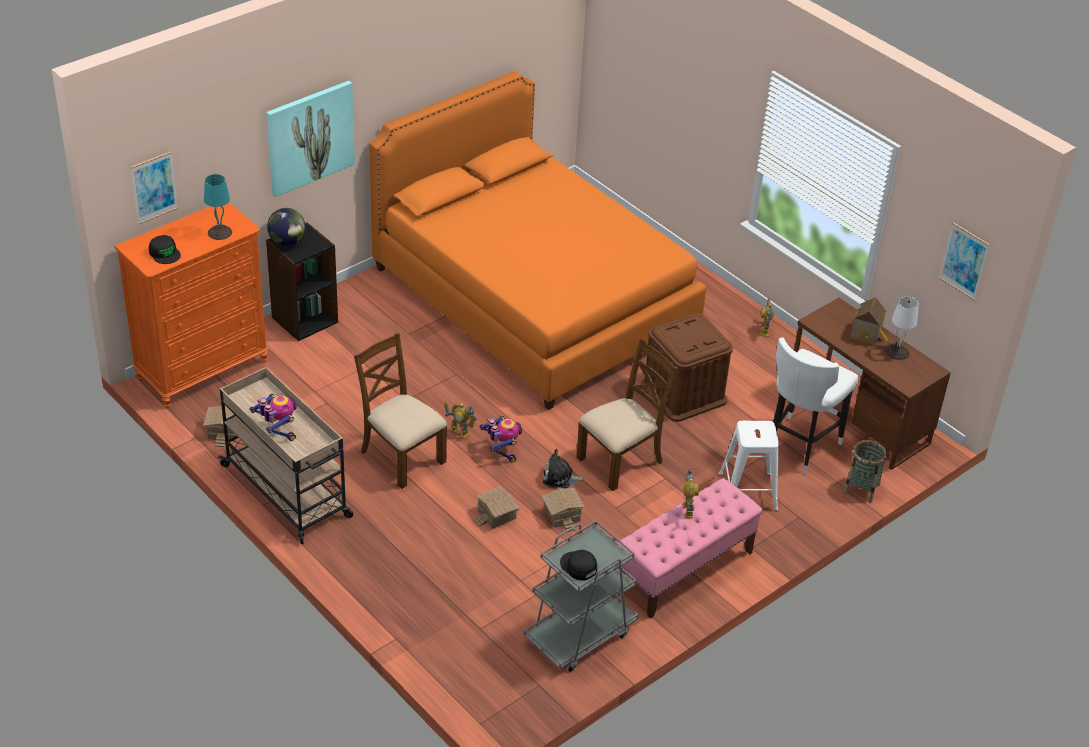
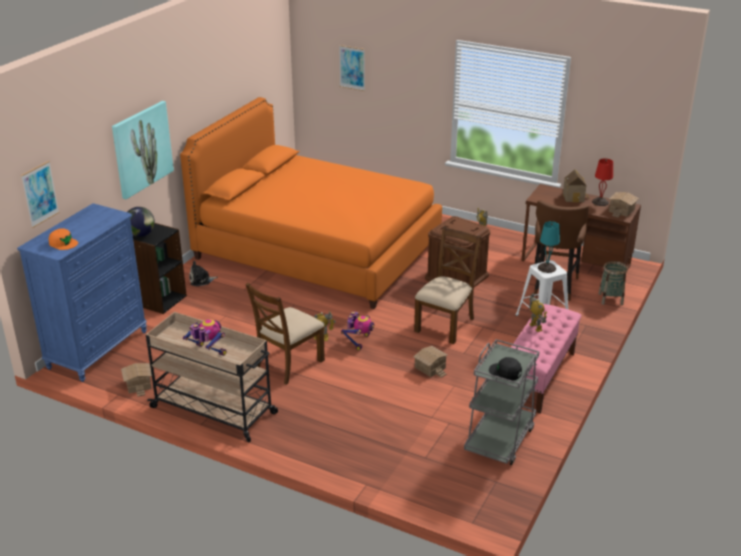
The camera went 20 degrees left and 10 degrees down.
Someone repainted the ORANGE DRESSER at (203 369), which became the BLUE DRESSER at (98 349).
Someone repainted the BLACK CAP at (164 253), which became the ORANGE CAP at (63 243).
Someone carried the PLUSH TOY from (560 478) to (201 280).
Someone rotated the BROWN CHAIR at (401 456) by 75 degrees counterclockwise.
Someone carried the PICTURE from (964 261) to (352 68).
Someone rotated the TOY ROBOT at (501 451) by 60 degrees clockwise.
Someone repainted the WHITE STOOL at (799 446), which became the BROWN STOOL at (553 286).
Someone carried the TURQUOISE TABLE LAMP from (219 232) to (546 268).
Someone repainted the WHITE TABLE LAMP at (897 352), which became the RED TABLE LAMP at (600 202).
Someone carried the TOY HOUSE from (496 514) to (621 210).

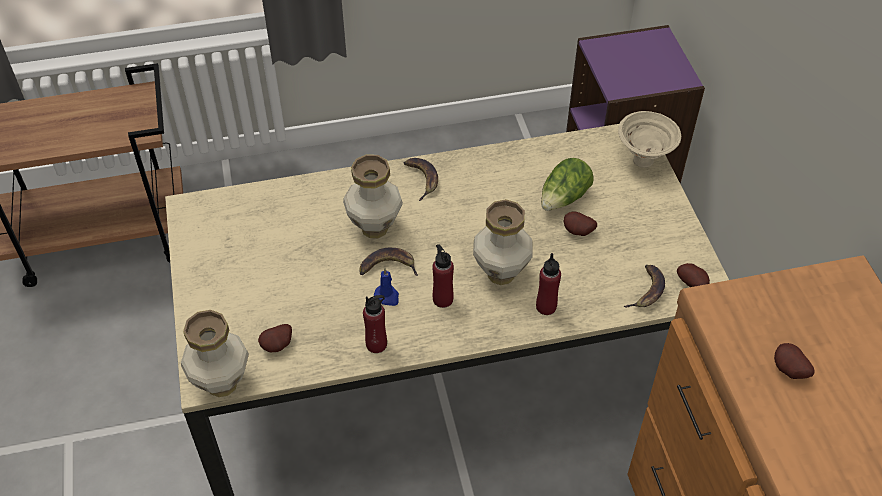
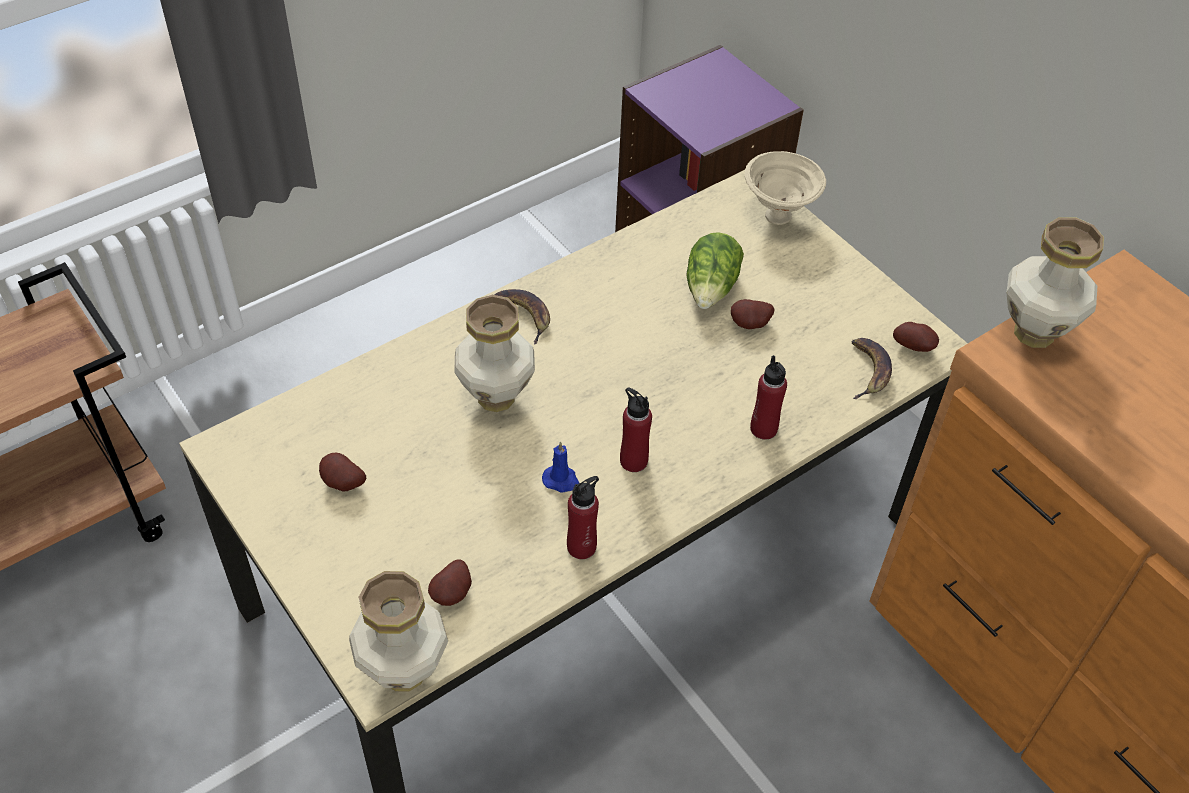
The camera went 25 degrees left and 0 degrees up.
Someone carried the POTATO from (788 371) to (342 484).
Someone carried the VASE from (502 273) to (1035 332).
Someone took away the BANANA at (388 266).

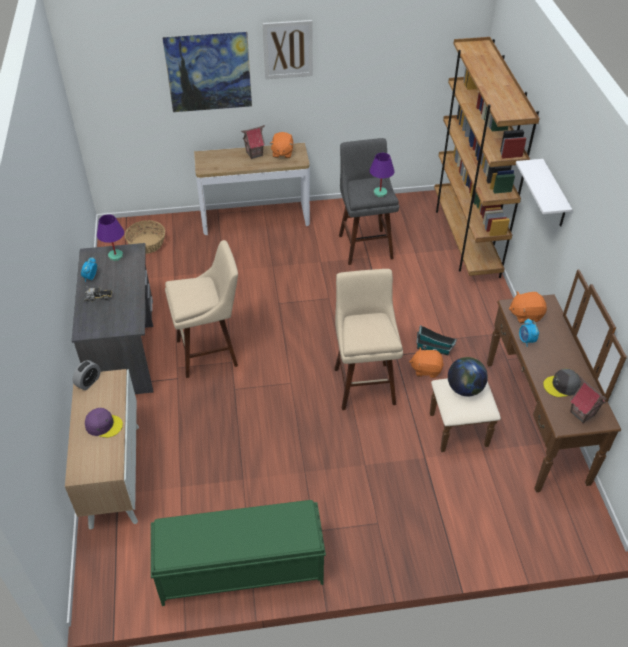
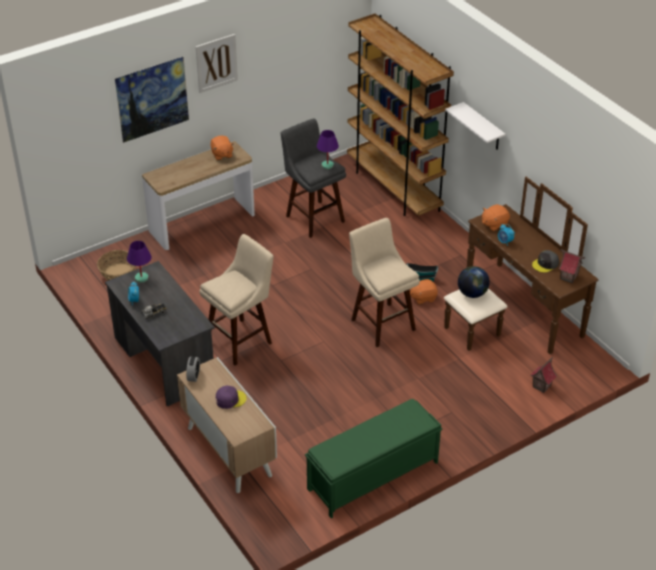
The camera went 25 degrees left and 5 degrees down.
Someone carried the TOY HOUSE from (254 154) to (541 386).

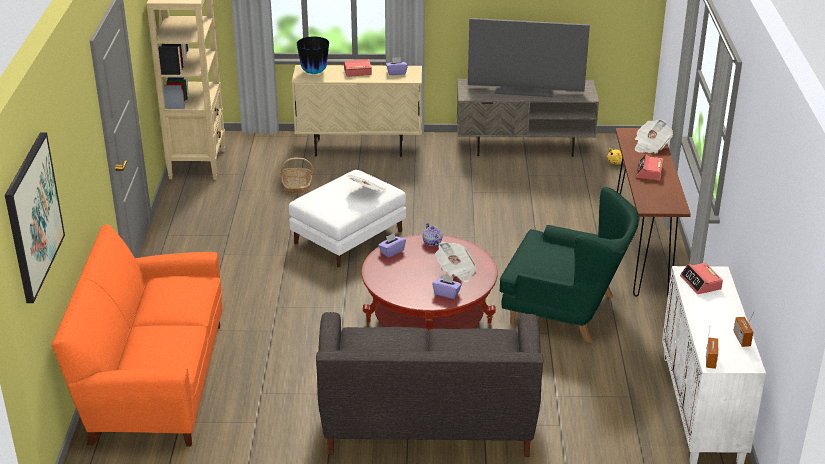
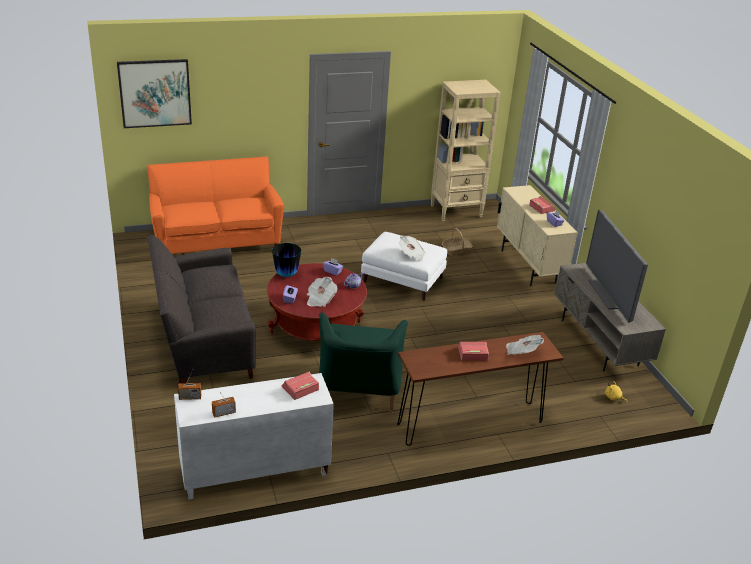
The camera went 70 degrees right and 0 degrees up.
Someone carried the VASE from (314 72) to (286 274).

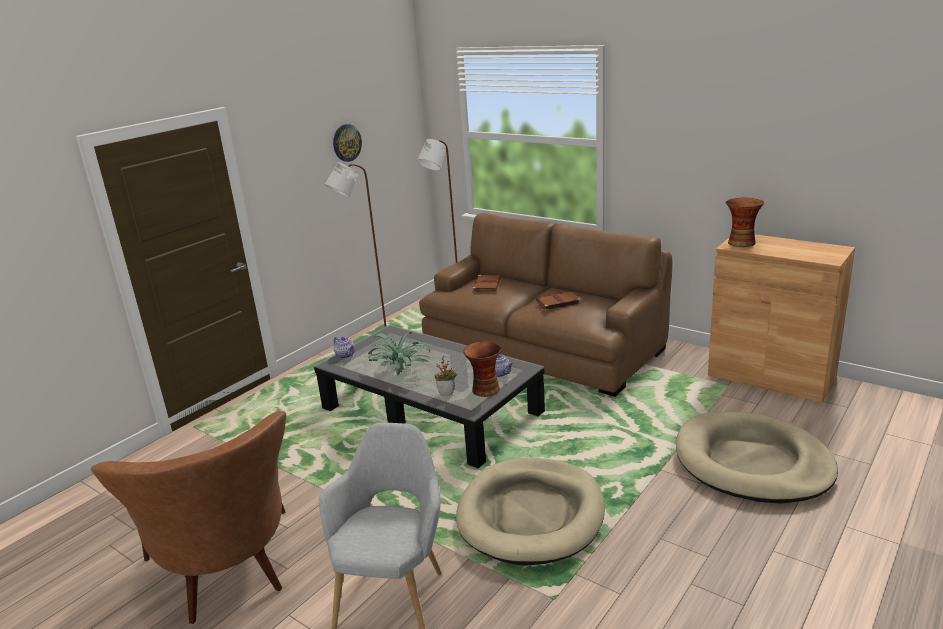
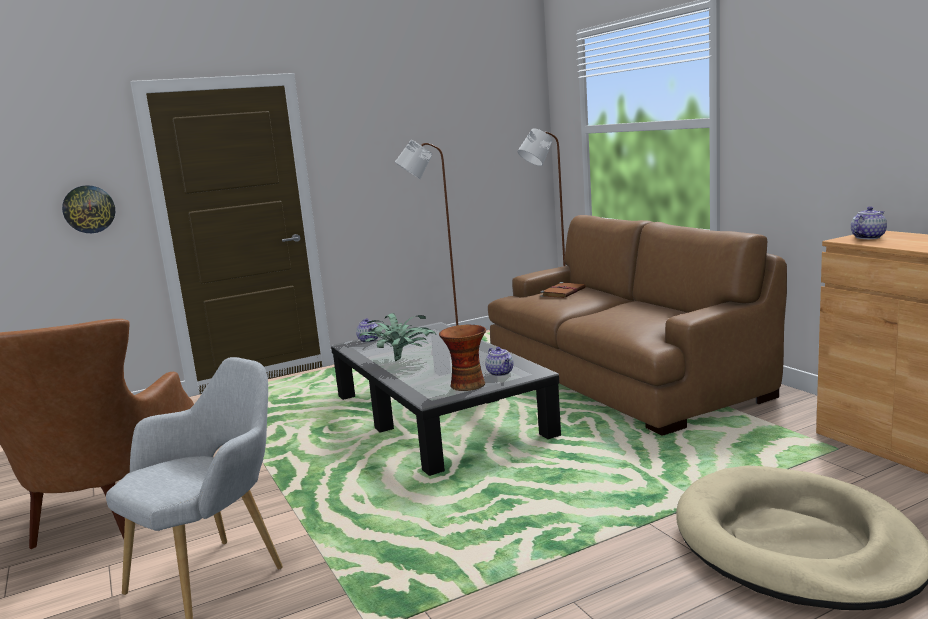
The camera went 25 degrees right and 10 degrees down.
Someone carried the WALL CLOCK from (346 143) to (89 209).
Someone swapped the VASE at (741 242) for the TEAPOT at (868 237).
Someone took away the POTTED PLANT at (447 393).
Someone took away the BEIGE DOG BED at (531 515).
Someone took away the BROWN BOOK at (557 302).

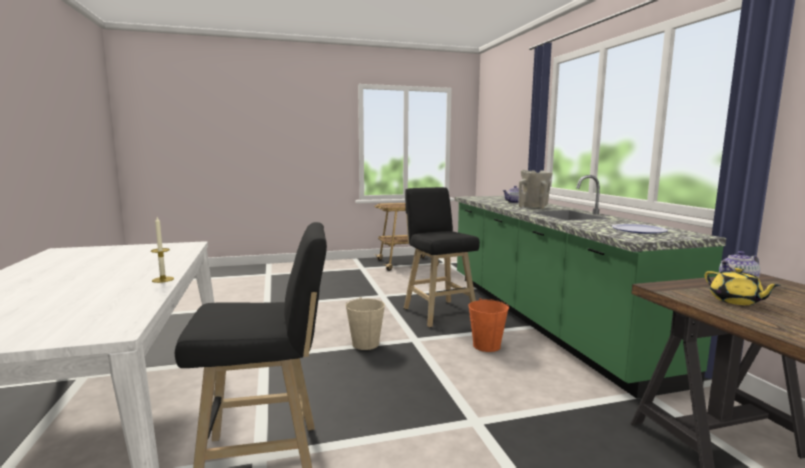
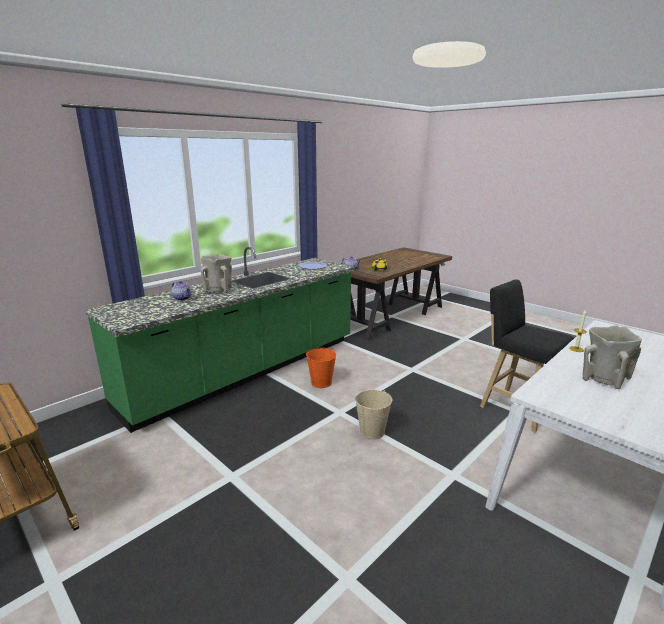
The camera went 120 degrees left and 10 degrees up.
Someone put down the BEIGE VASE at (603 380).
Someone took away the BLACK STOOL at (438 312).

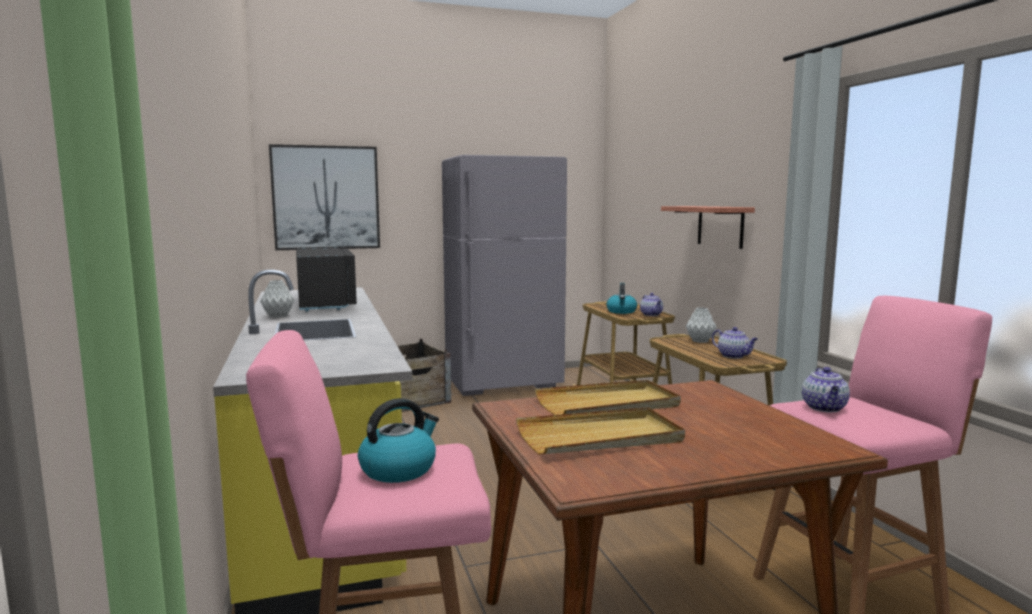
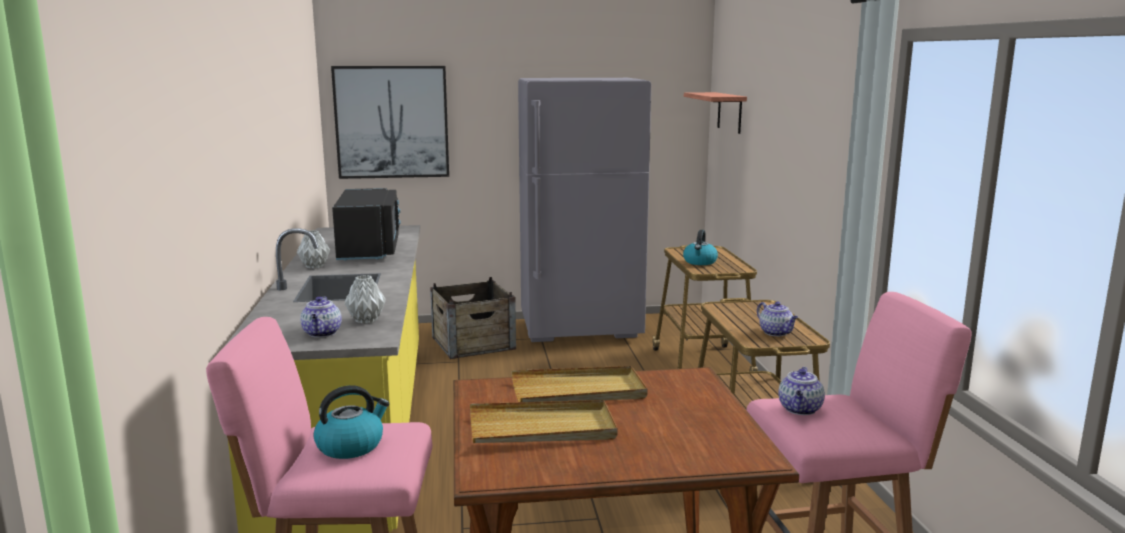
The camera went 10 degrees right and 5 degrees up.
Someone carried the TEAPOT from (651 315) to (322 333).
Someone carried the GREY VASE from (700 341) to (367 320).
Someone carried the SHELF from (720 226) to (729 112).

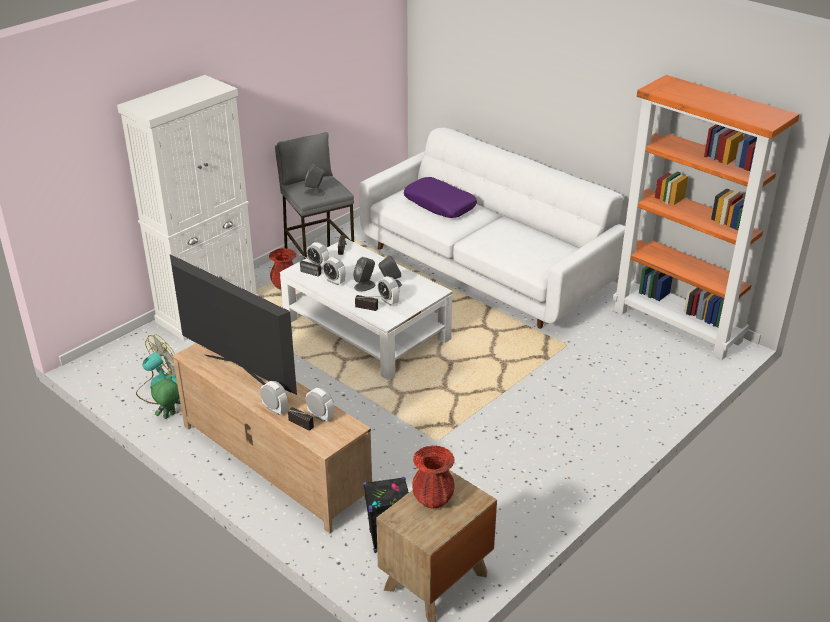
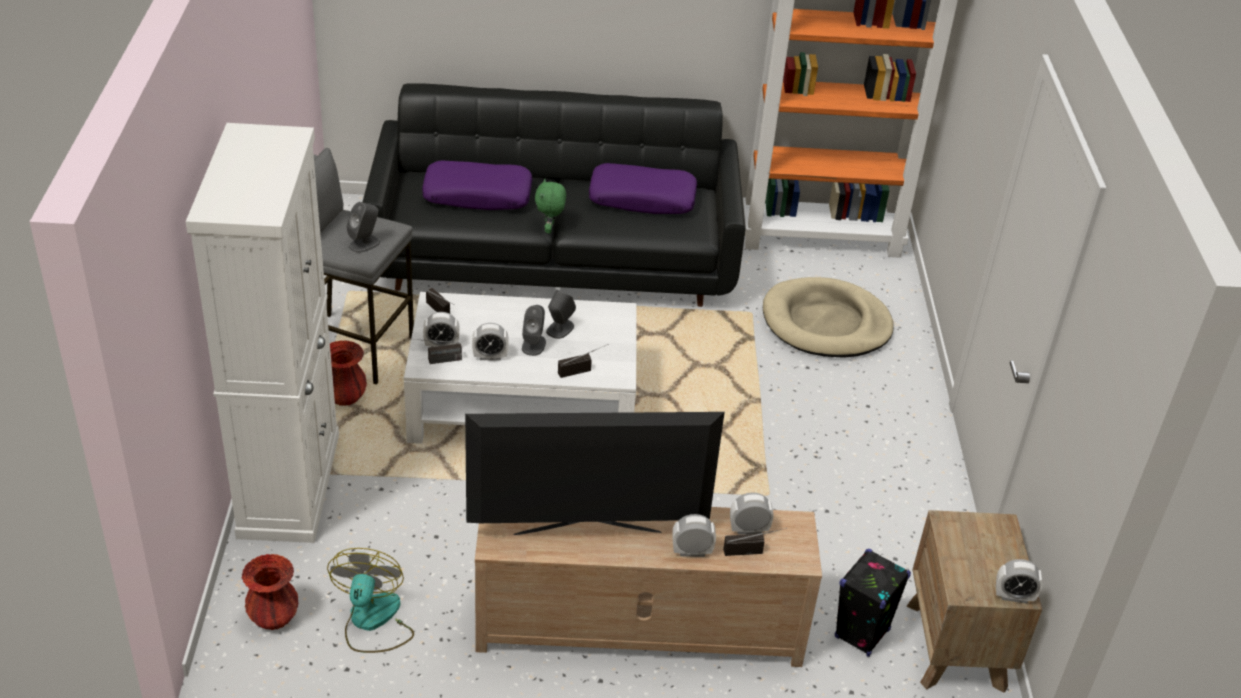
The camera went 45 degrees left and 5 degrees up.
Someone carried the RED VASE from (433 499) to (273 617).
Someone repainted the WHITE SOFA at (487 267), which became the BLACK SOFA at (554 255).
Someone carried the GREEN PLUSH TOY from (170 416) to (550 229).
Someone put down the PURPLE PILLOW at (642 199).
Someone put down the BEIGE DOG BED at (826 323).
Someone carried the ALARM CLOCK from (388 301) to (1014 596).

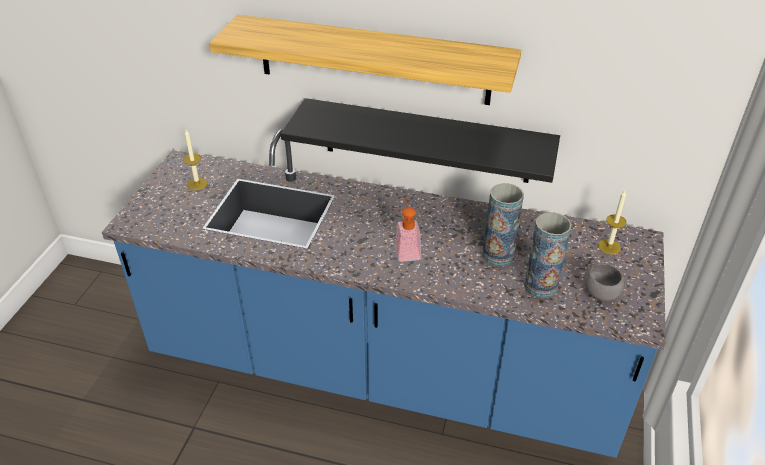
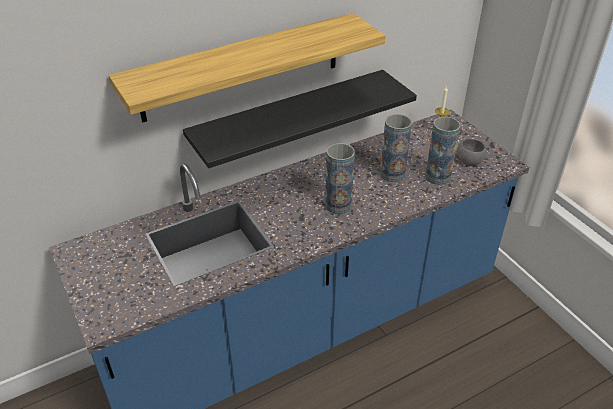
The camera went 45 degrees left and 0 degrees up.
Someone swapped the SOAP DISPENSER at (406 250) for the VASE at (338 205).
Someone took away the CANDLE at (197 184).

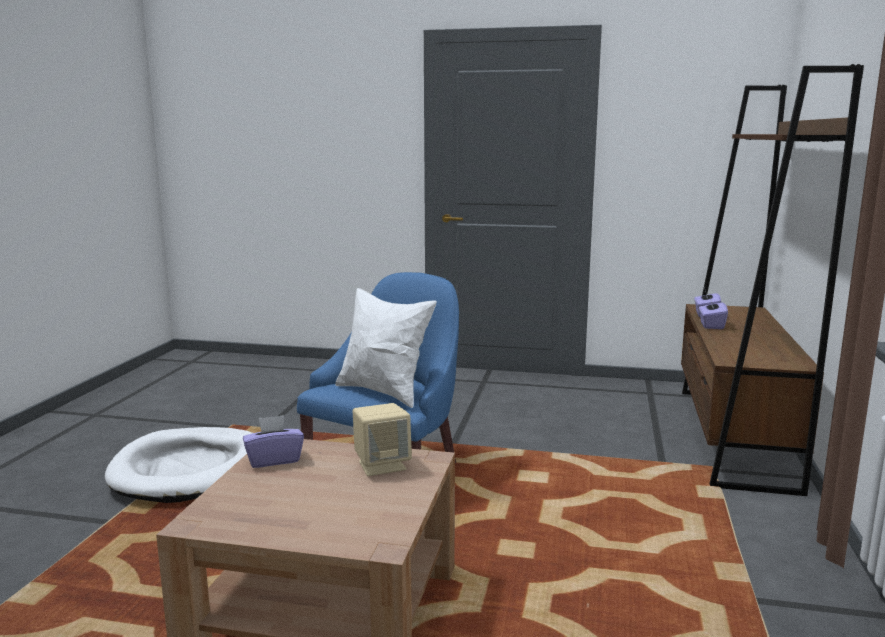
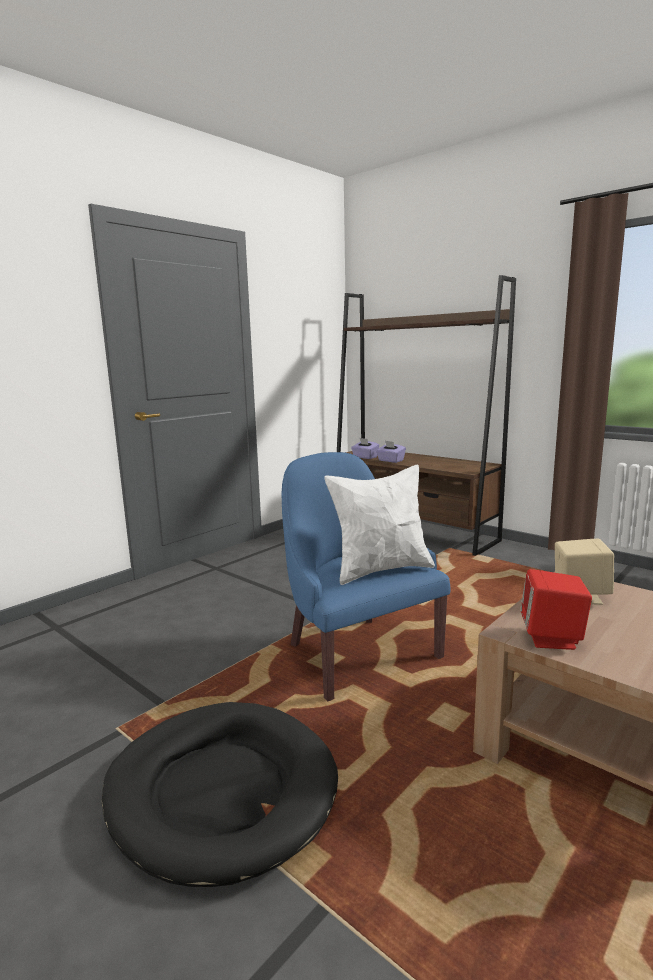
The camera went 60 degrees left and 0 degrees up.
Someone repainted the WHITE DOG BED at (189 470), which became the BLACK DOG BED at (221 791).
Someone swapped the PURPLE TISSUE BOX at (274 460) for the RED SPEAKER at (552 638).

